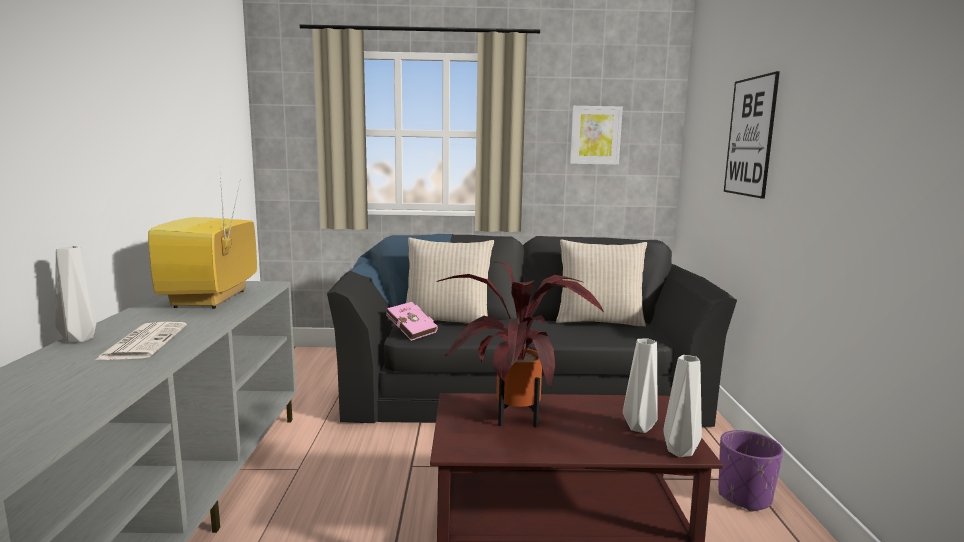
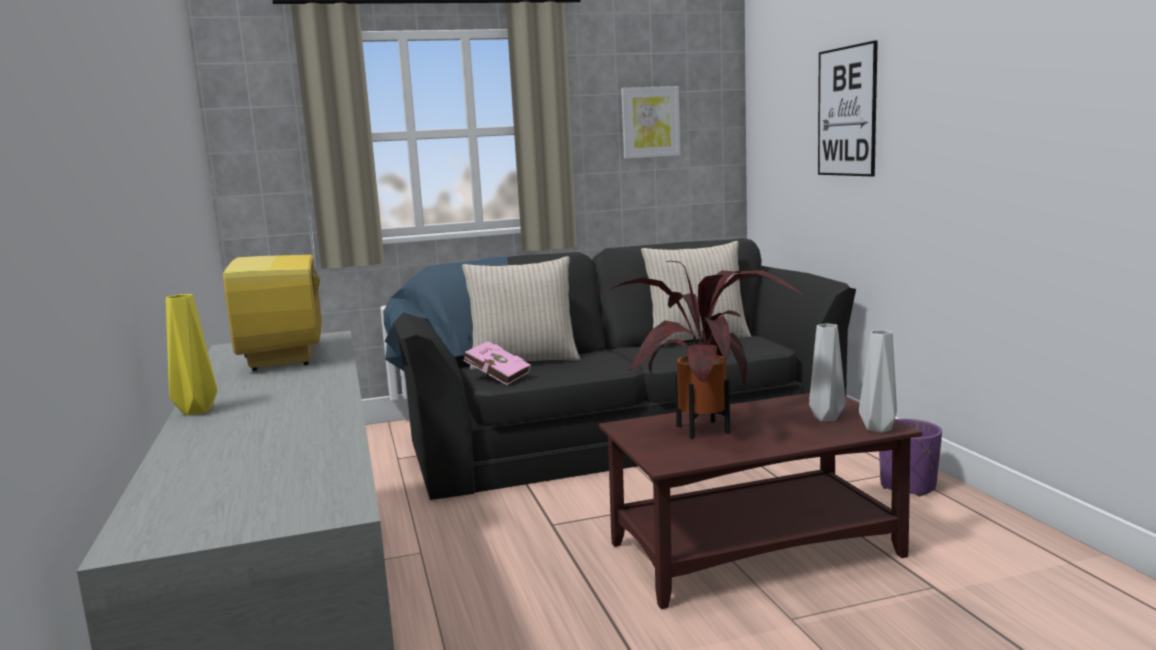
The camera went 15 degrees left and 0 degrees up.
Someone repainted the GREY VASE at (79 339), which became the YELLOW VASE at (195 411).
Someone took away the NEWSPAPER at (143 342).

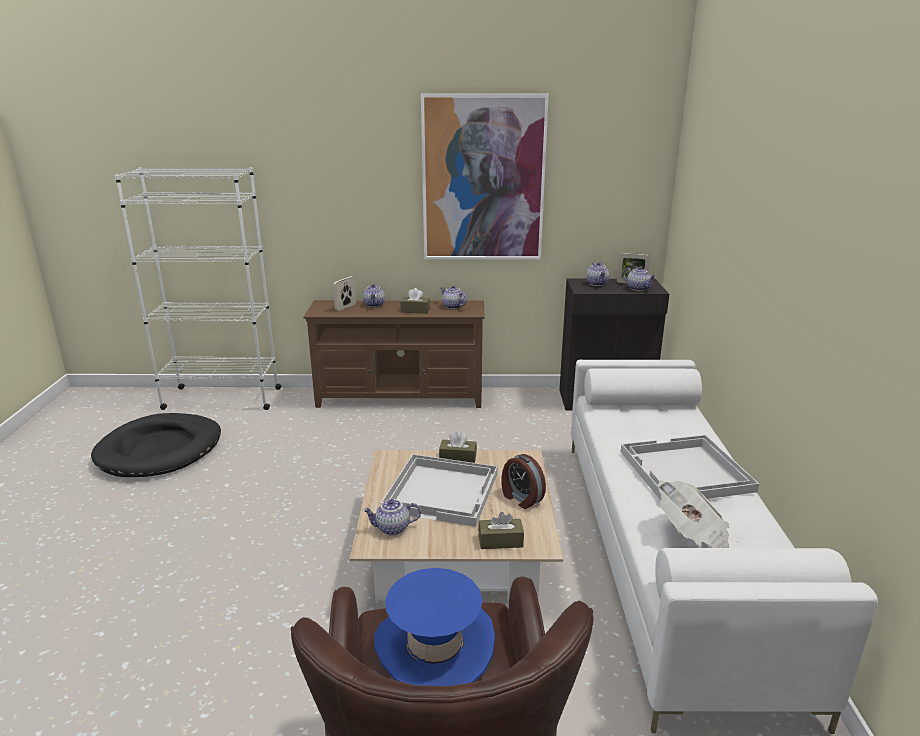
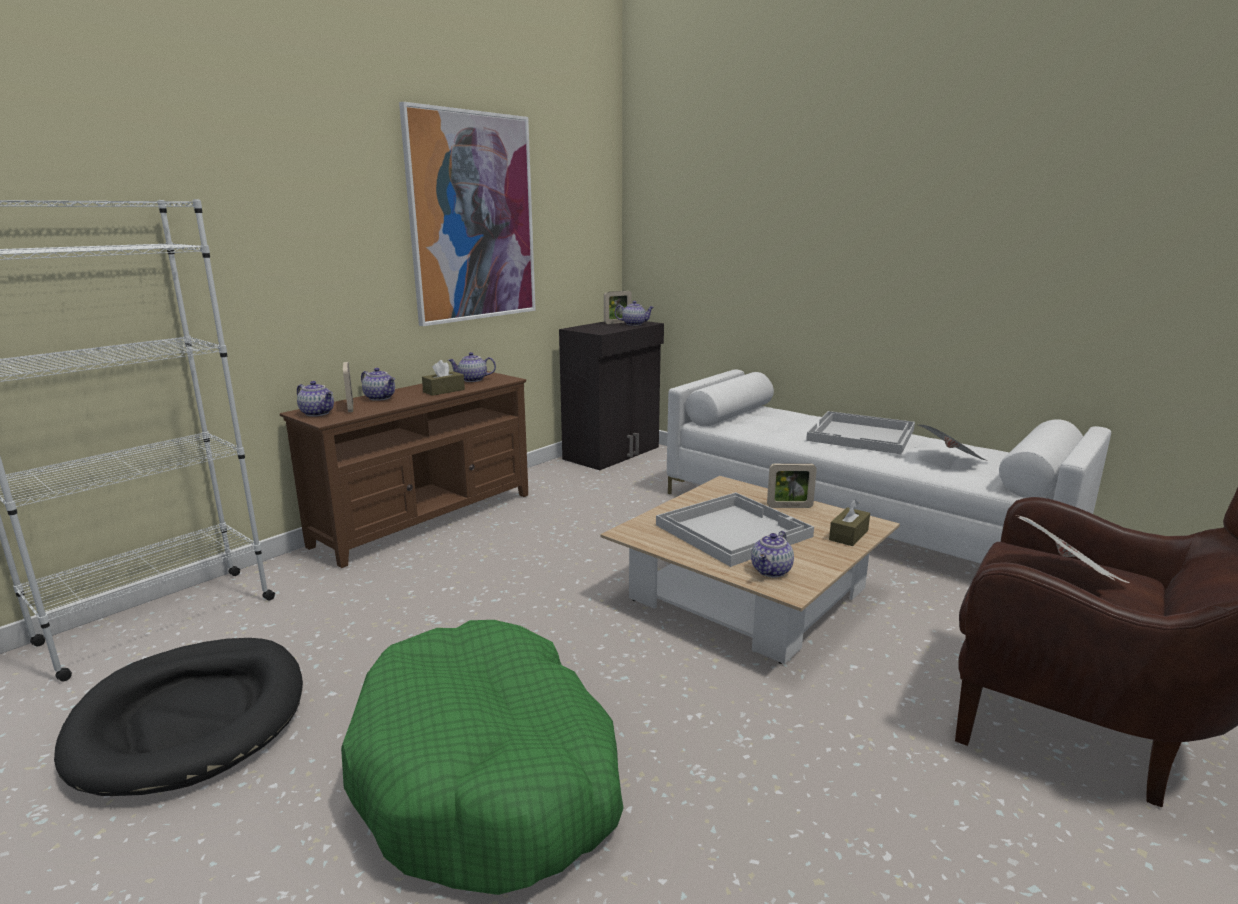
The camera went 50 degrees left and 5 degrees down.
Someone carried the TEAPOT from (597 284) to (318 413).
Someone put down the GREEN DOG BED at (489 775).
Someone swapped the ALARM CLOCK at (521 498) for the PICTURE FRAME at (789 506).
Someone swapped the BLUE HAT at (434 646) for the NEWSPAPER at (1065 574).
Someone took away the BROWN TISSUE BOX at (458 458).

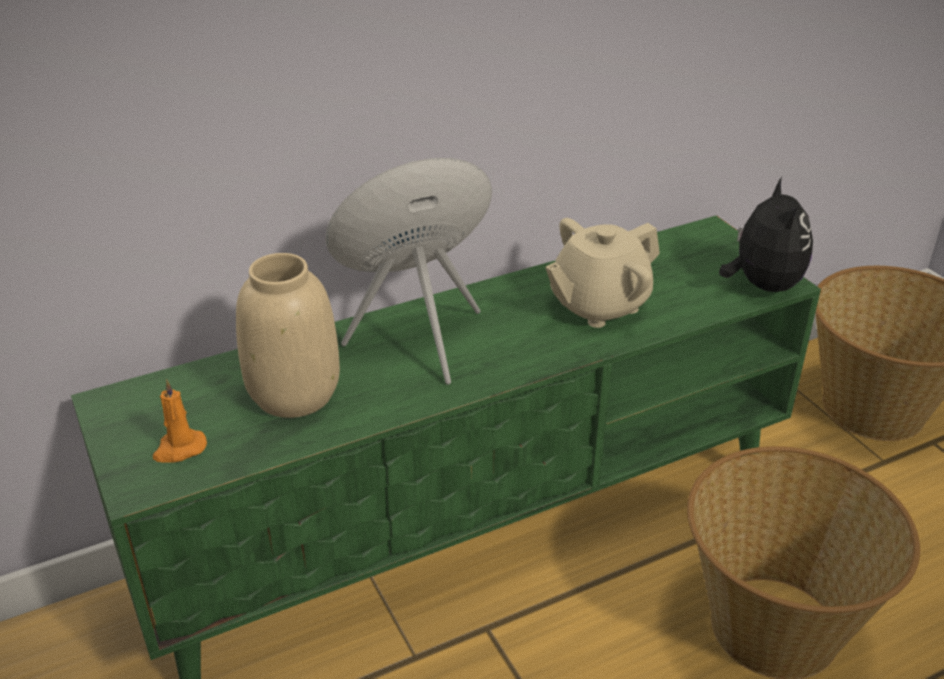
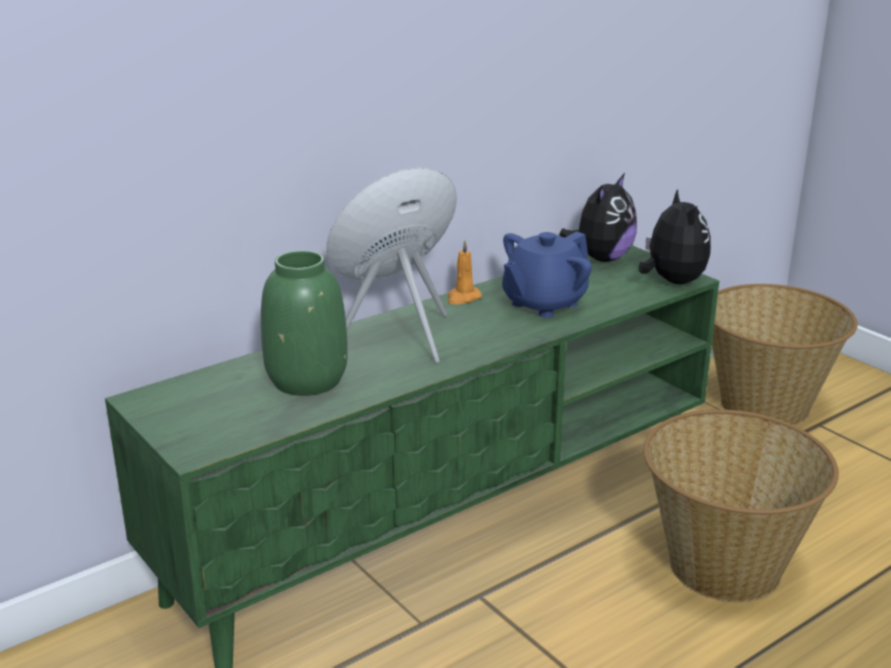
The camera went 10 degrees left and 10 degrees down.
Someone repainted the BEIGE VASE at (293 394), which became the GREEN VASE at (305 381).
Someone carried the ORANGE CANDLE from (179 449) to (463 298).
Someone repainted the BEIGE TEAPOT at (598 305), which became the BLUE TEAPOT at (543 304).
Someone put down the PLUSH TOY at (601 258).

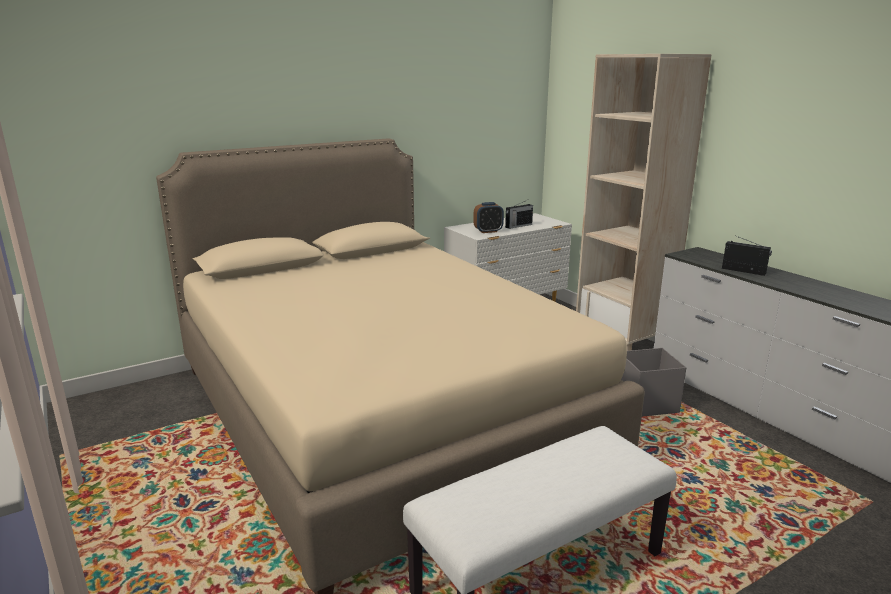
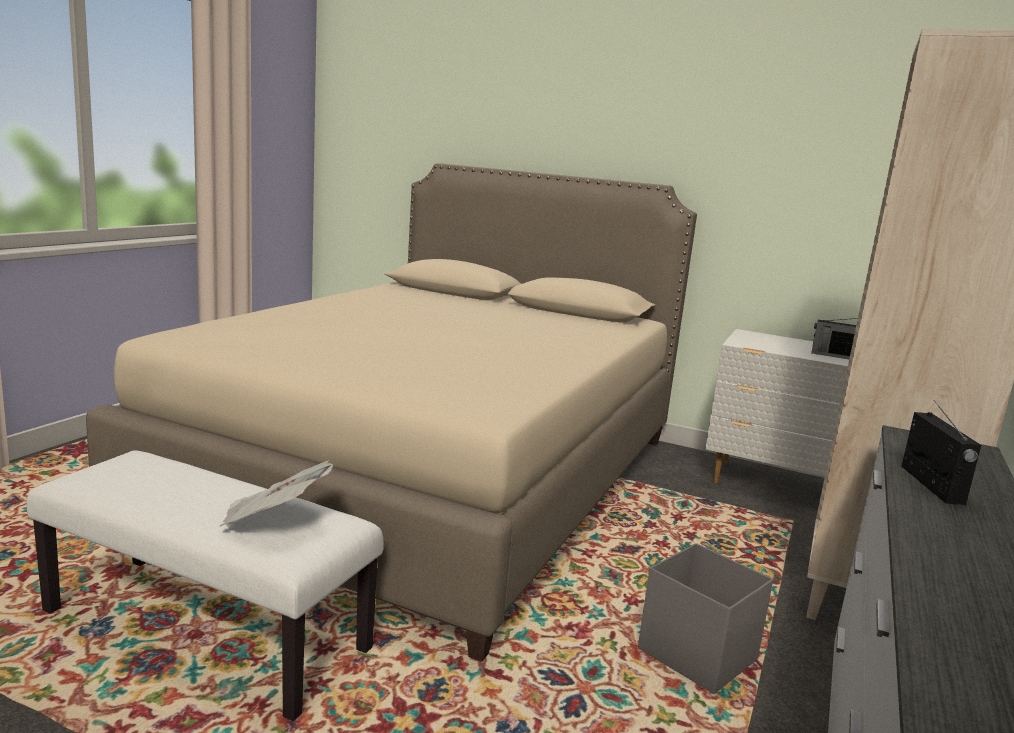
The camera went 55 degrees right and 5 degrees down.
Someone put down the NEWSPAPER at (274 520).
Someone took away the ALARM CLOCK at (488 231).

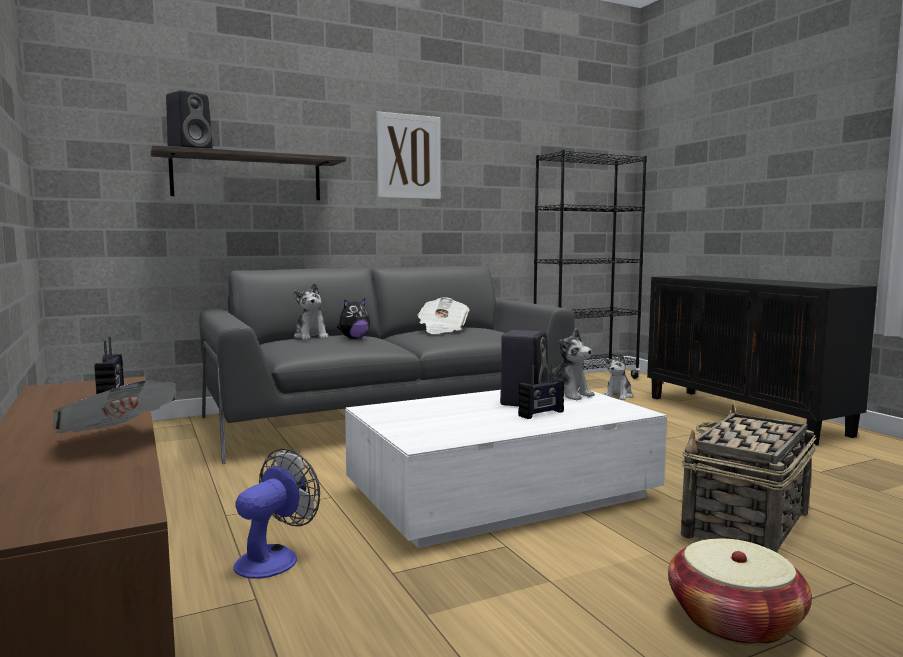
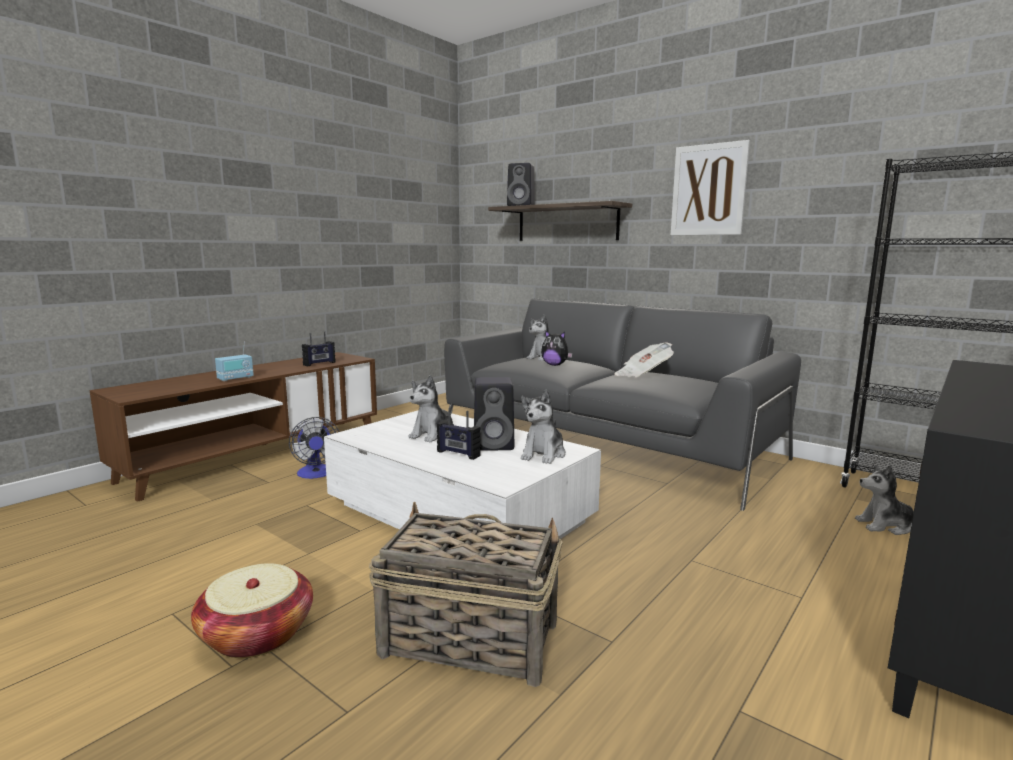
The camera went 65 degrees right and 5 degrees up.
Someone swapped the NEWSPAPER at (117 440) for the RADIO at (235 378).
Someone rotated the FAN at (274 558) by 60 degrees clockwise.
Someone put down the PLUSH TOY at (433 435).

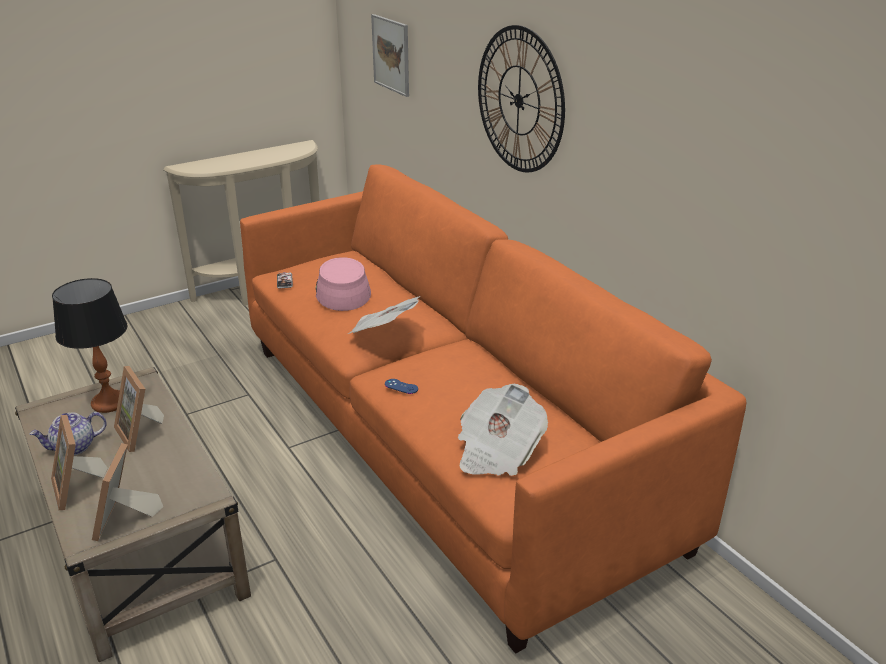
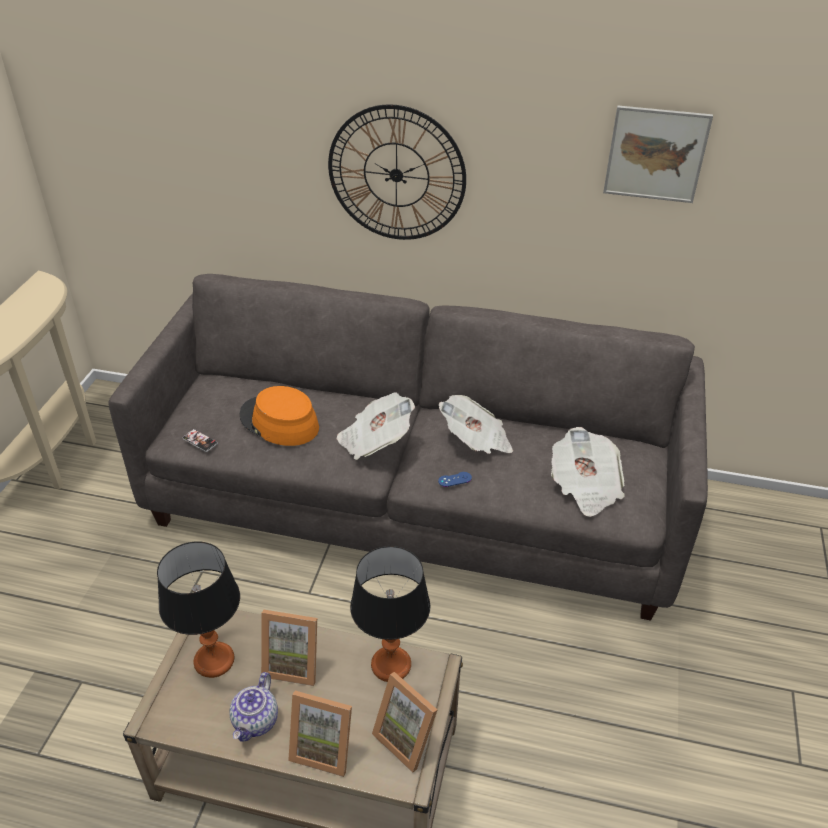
The camera went 45 degrees left and 10 degrees up.
Someone repainted the ORANGE SOFA at (444 437), which became the GREY SOFA at (413 502).
Someone repainted the PINK HAT at (342 291), which became the ORANGE HAT at (279 422).
Someone put down the TABLE LAMP at (390 665).
Someone put down the NEWSPAPER at (476 441).
Someone carried the PICTURE from (391 54) to (655 154).

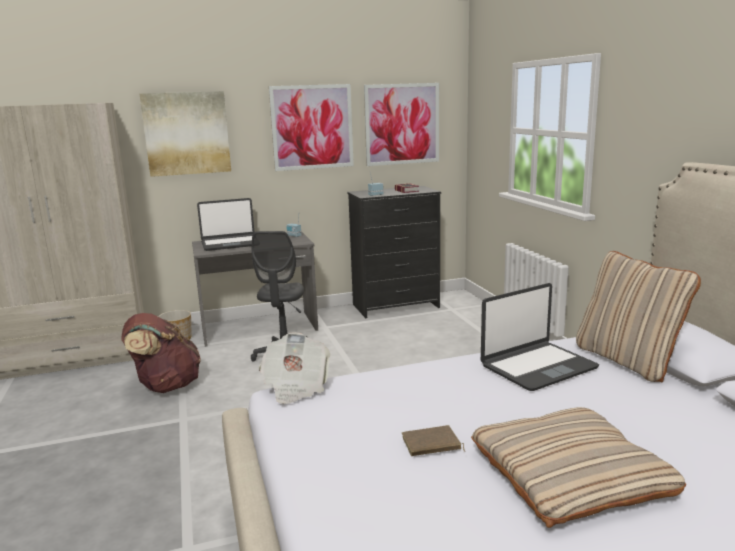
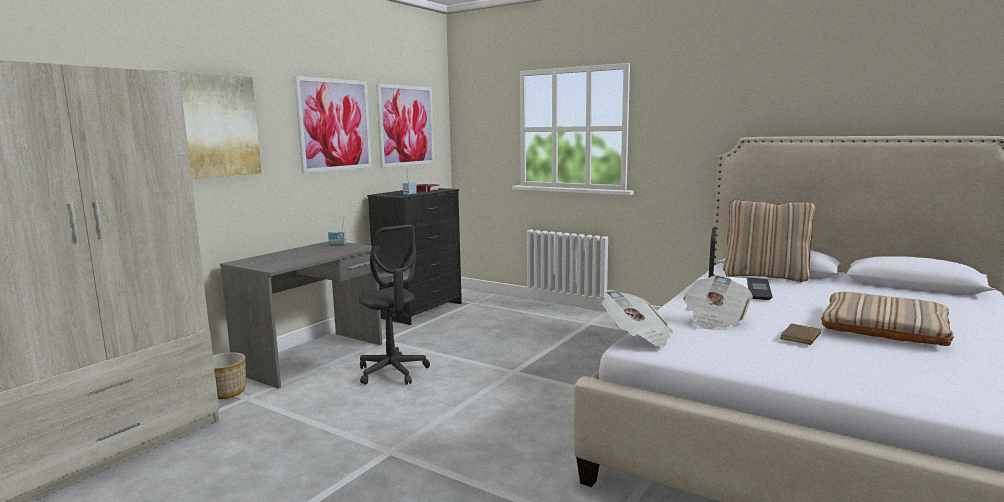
The camera went 40 degrees left and 5 degrees down.
Someone put down the NEWSPAPER at (714 320).
Someone took away the BROWN BACKPACK at (165 386).
Someone took away the LAPTOP at (230 244).

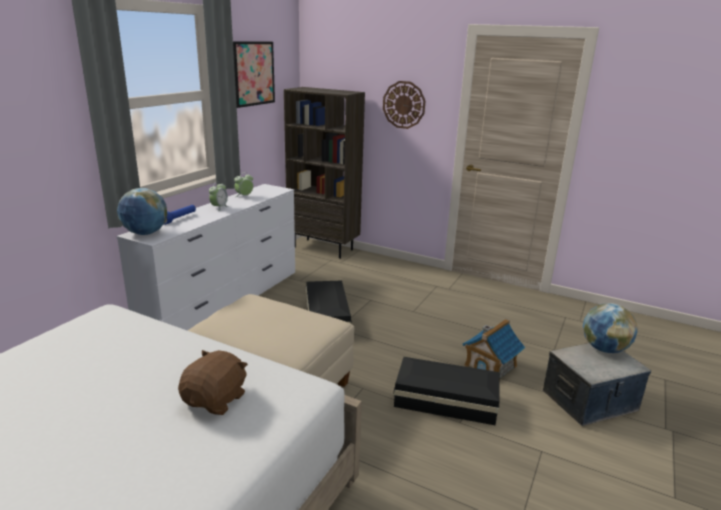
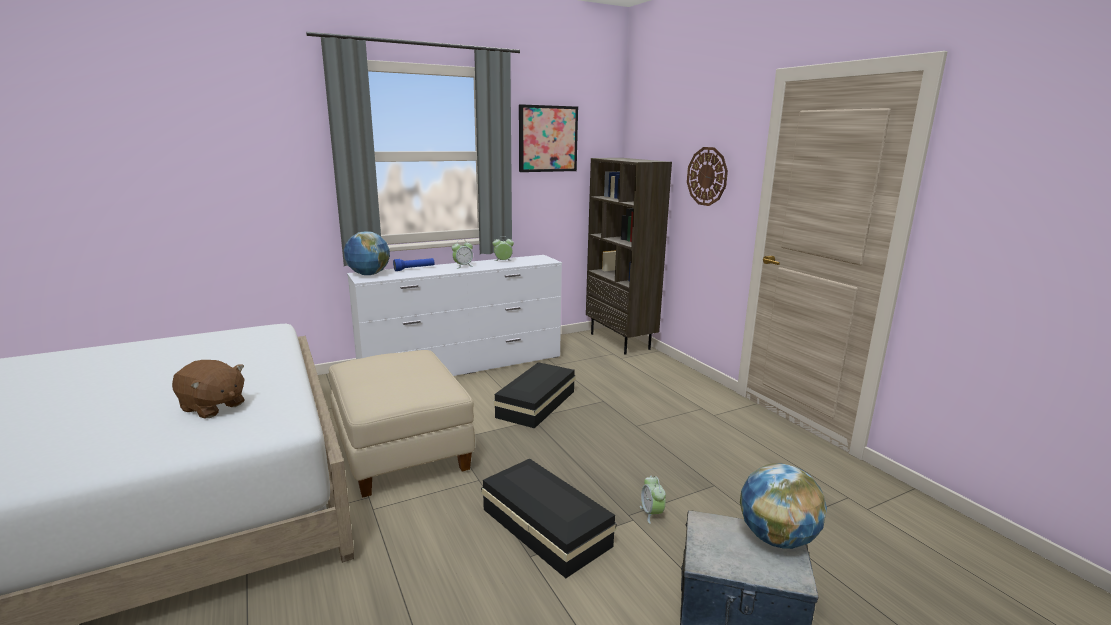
The camera went 35 degrees right and 5 degrees down.
Someone rotated the BROWN PLUSH TOY at (216 400) by 60 degrees clockwise.
Someone swapped the TOY HOUSE at (490 366) for the ALARM CLOCK at (651 513).

